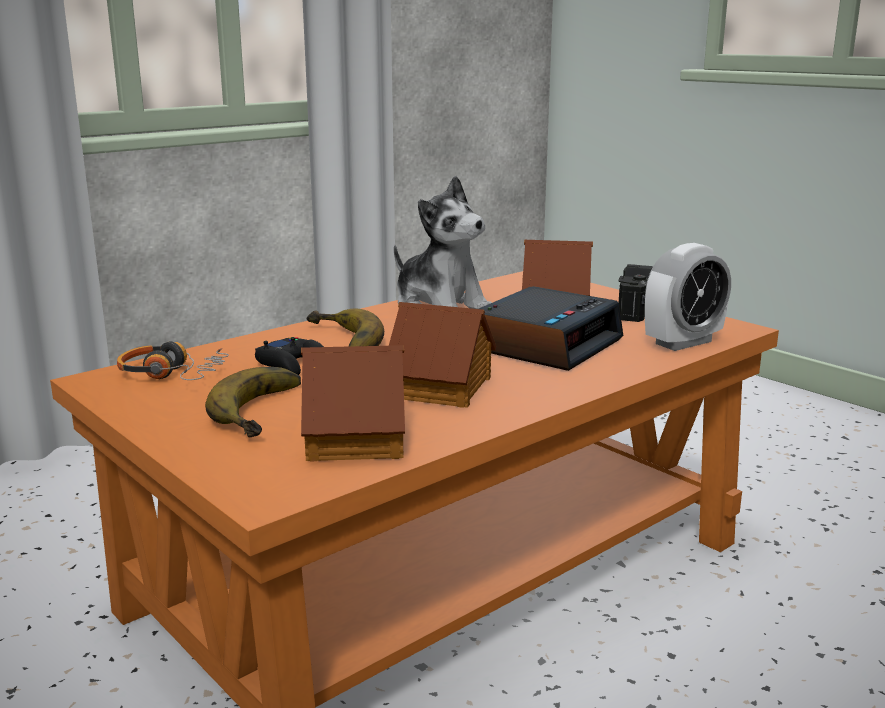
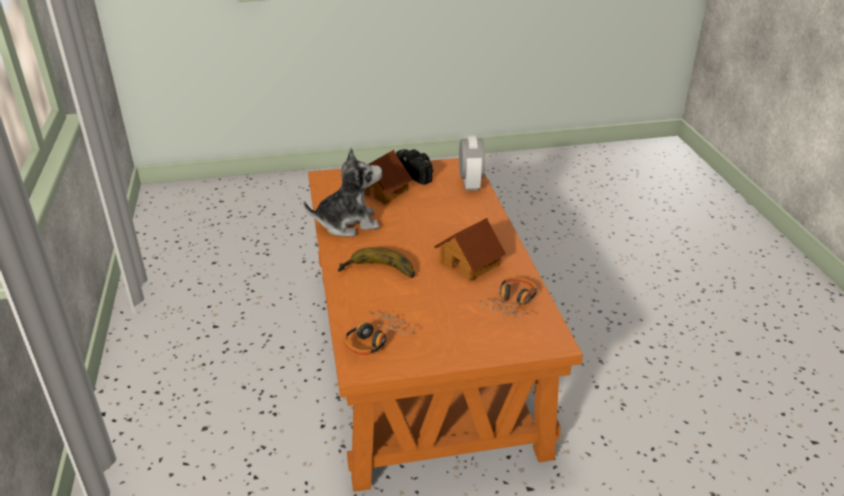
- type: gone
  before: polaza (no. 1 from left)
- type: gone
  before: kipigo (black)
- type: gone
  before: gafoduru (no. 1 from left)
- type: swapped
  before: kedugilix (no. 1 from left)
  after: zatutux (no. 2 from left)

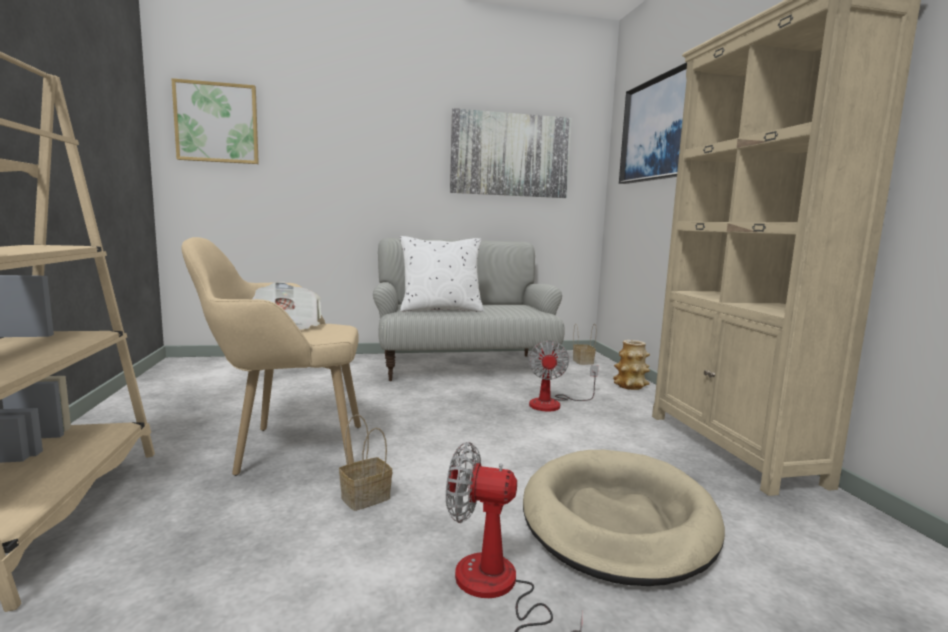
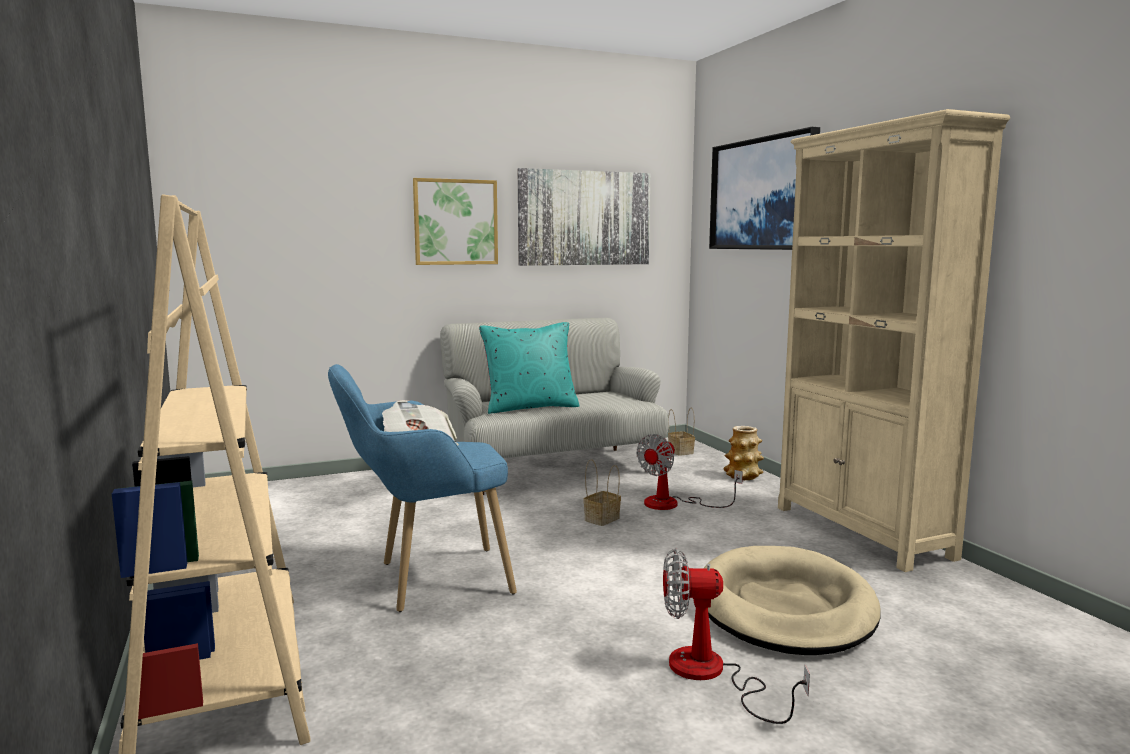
- type: shifted
  before: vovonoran (no. 1 from left)
- type: shifted
  before: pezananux (no. 1 from left)
- type: repainted
  before: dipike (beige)
  after: dipike (blue)
- type: repainted
  before: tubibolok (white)
  after: tubibolok (turquoise)
- type: rotated
  before: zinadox (no. 2 from left in the first image)
  turn: 45

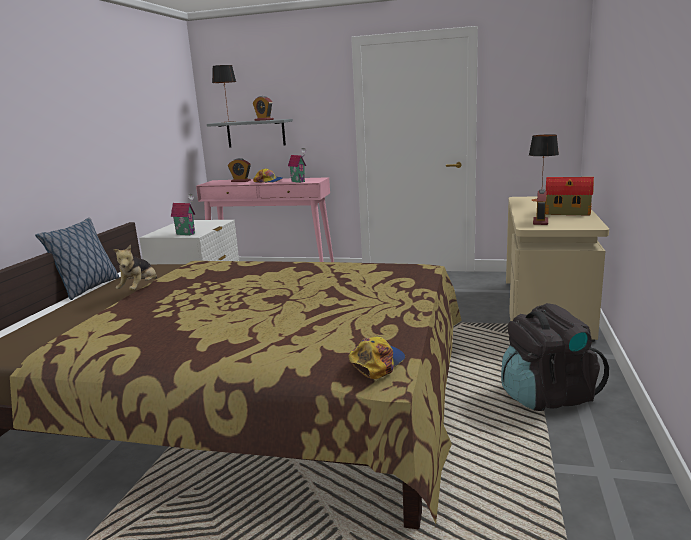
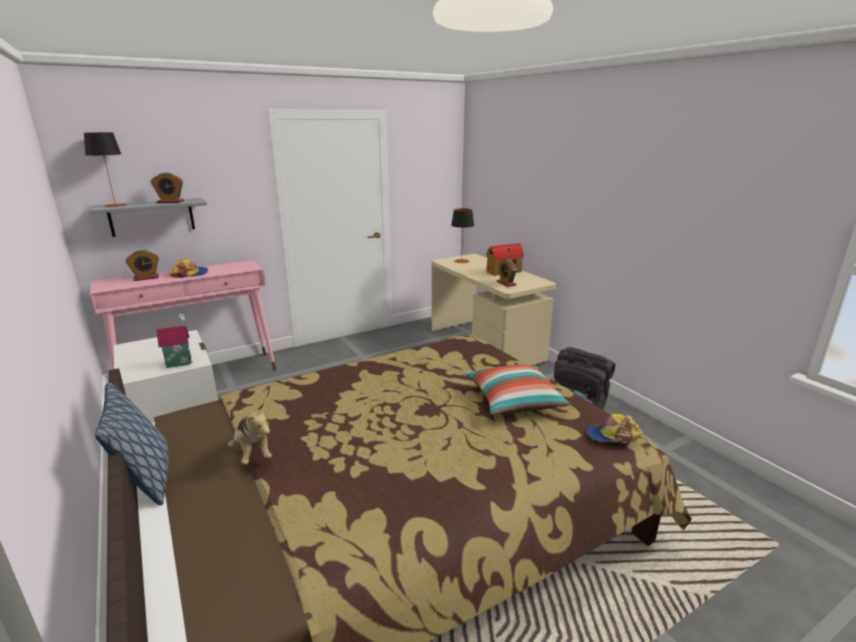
- type: gone
  before: kedugilix (no. 2 from left)
- type: new
  after: tubibolok (no. 2 from left)
- type: rotated
  before: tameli (no. 2 from left)
  turn: -75

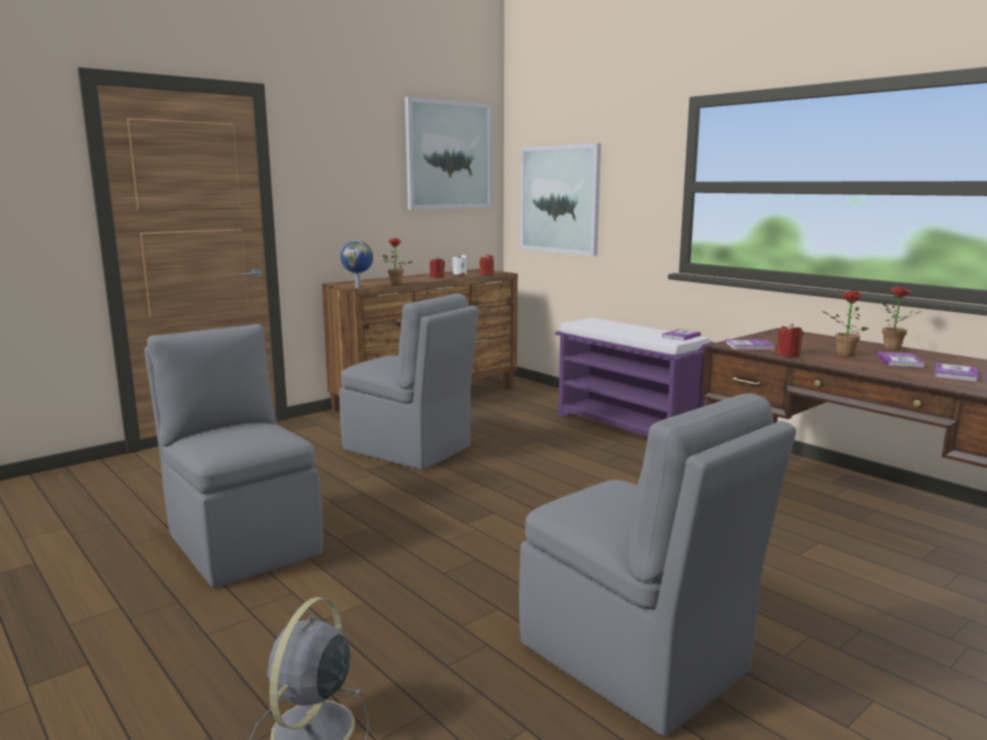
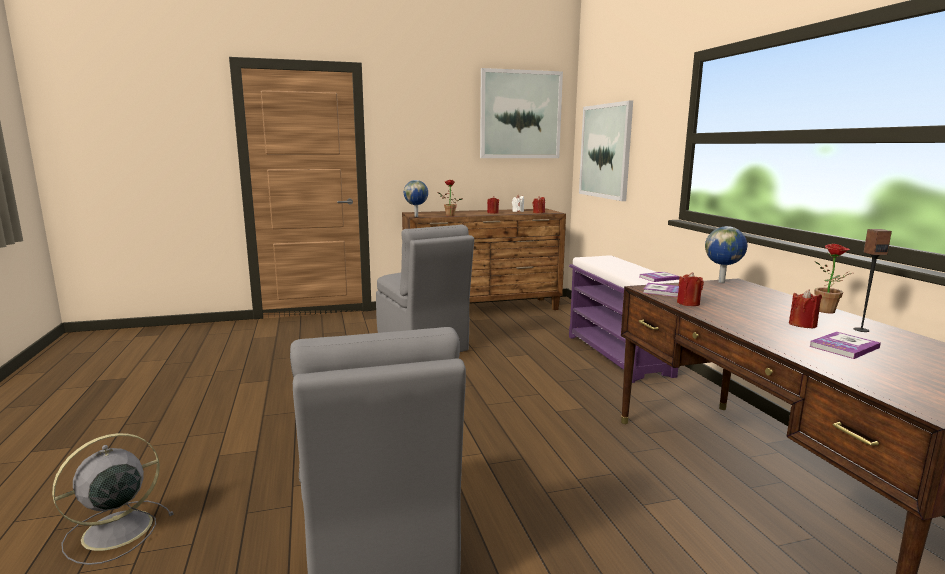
- type: gone
  before: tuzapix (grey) (no. 1 from left)
- type: gone
  before: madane (no. 2 from left)
- type: new
  after: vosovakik (no. 2 from left)
- type: new
  after: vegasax
- type: swapped
  before: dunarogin (no. 3 from left)
  after: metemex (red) (no. 4 from left)

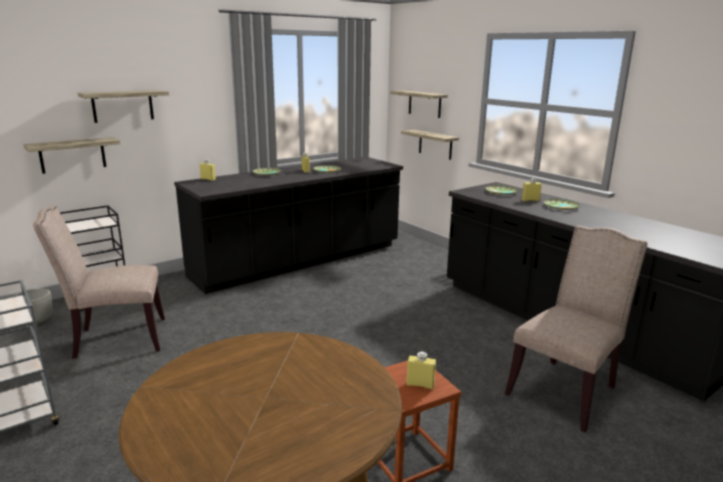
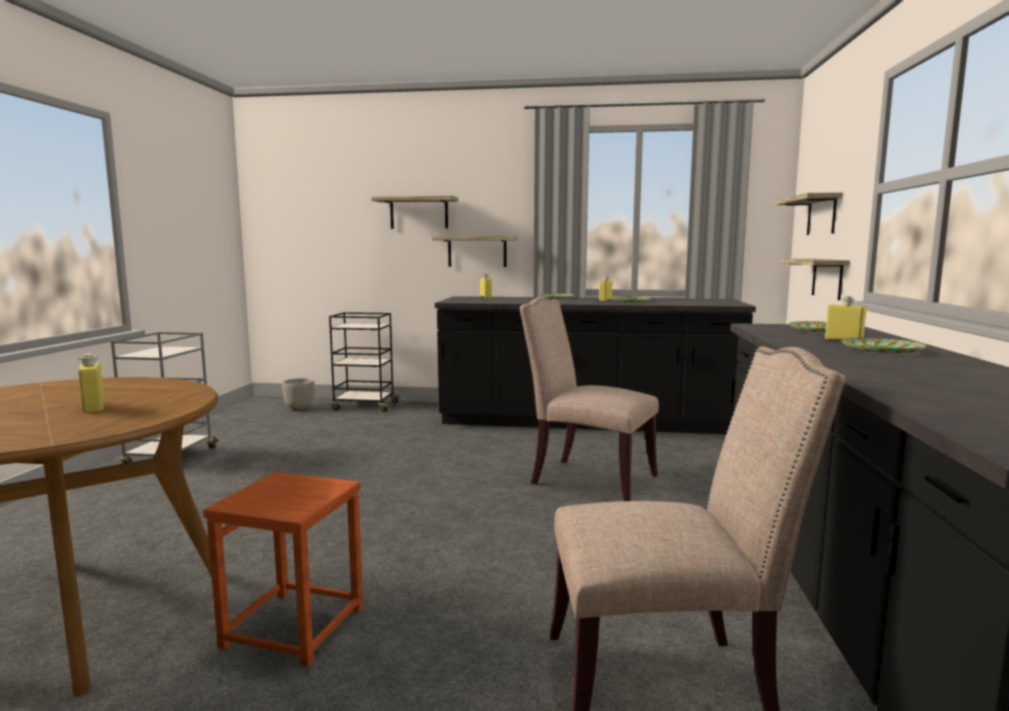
- type: shifted
  before: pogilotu (no. 1 from left in the first image)
  after: pogilotu (no. 2 from left)
- type: shifted
  before: tuzapix (beige) (no. 1 from left)
- type: shifted
  before: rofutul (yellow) (no. 3 from left in the first image)
  after: rofutul (yellow) (no. 1 from left)

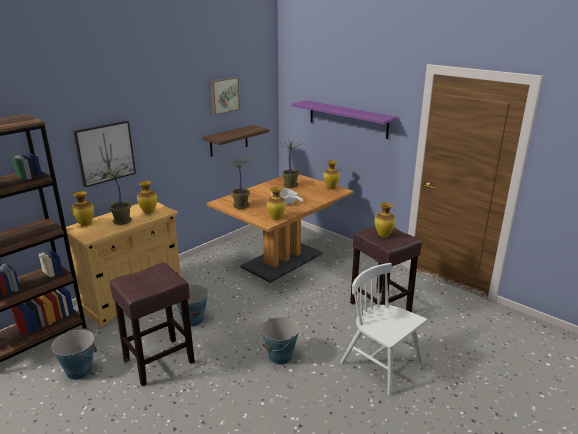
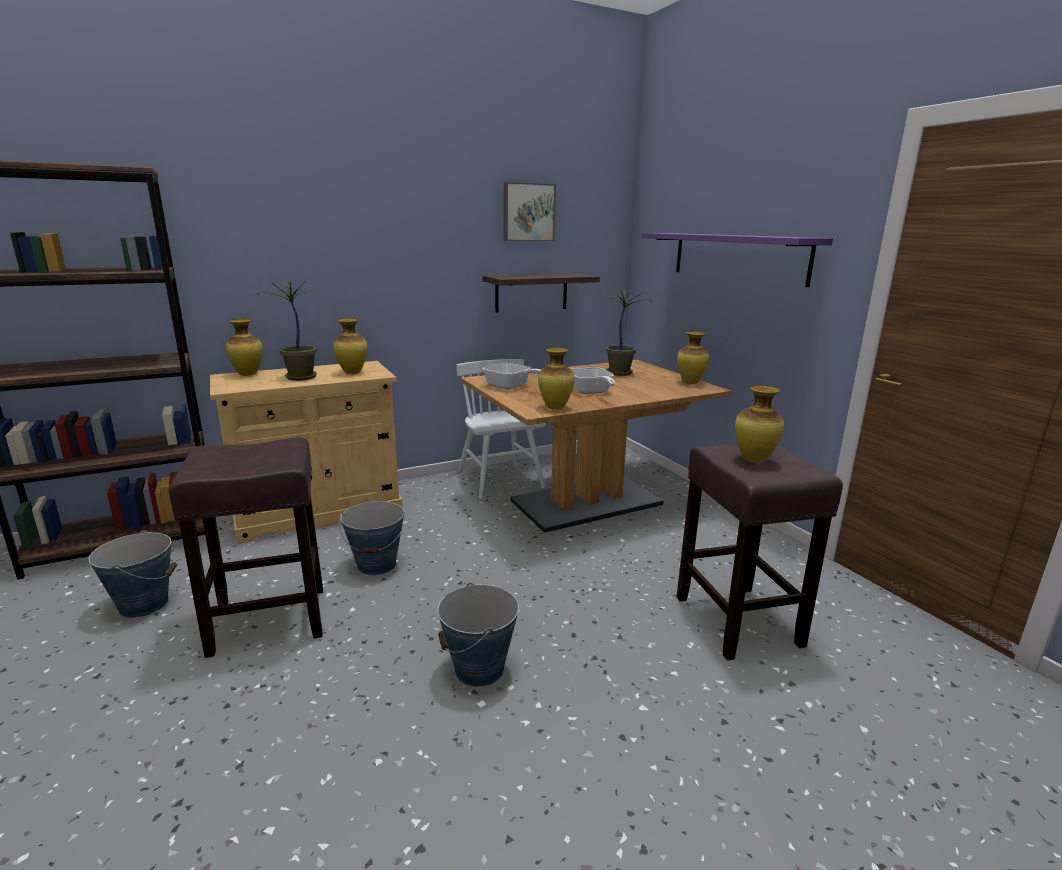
- type: gone
  before: vovonoran (no. 1 from left)
- type: shifted
  before: tuzapix (white)
- type: swapped
  before: madane (no. 2 from left)
  after: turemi (no. 1 from left)

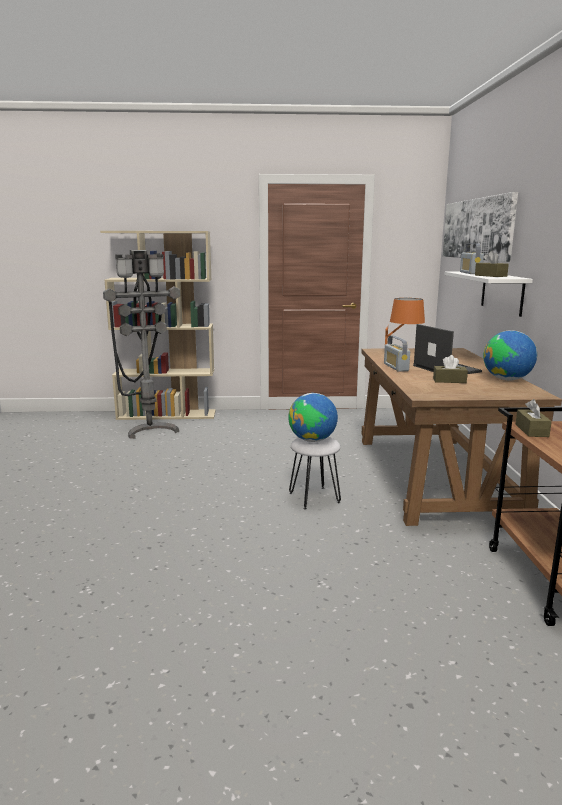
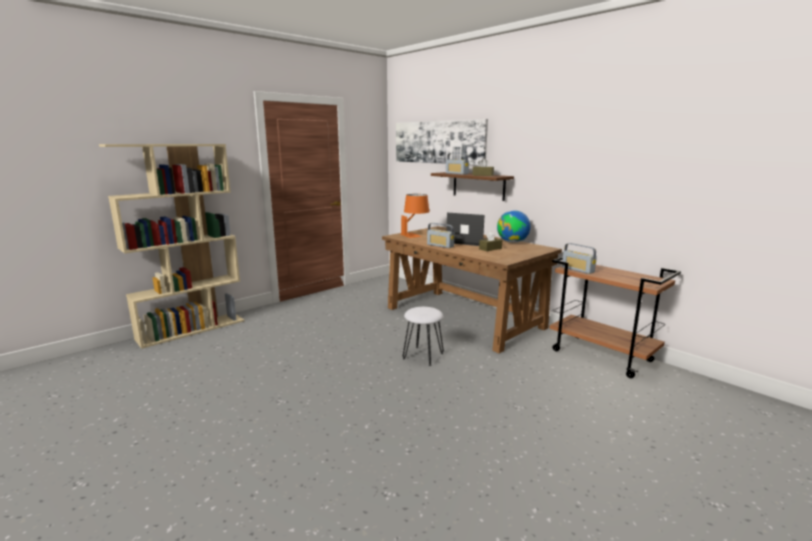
- type: gone
  before: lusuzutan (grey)
- type: gone
  before: vosovakik (no. 1 from left)
- type: swapped
  before: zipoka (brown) (no. 3 from left)
  after: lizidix (no. 3 from left)
- type: repainted
  before: pogilotu (white)
  after: pogilotu (brown)

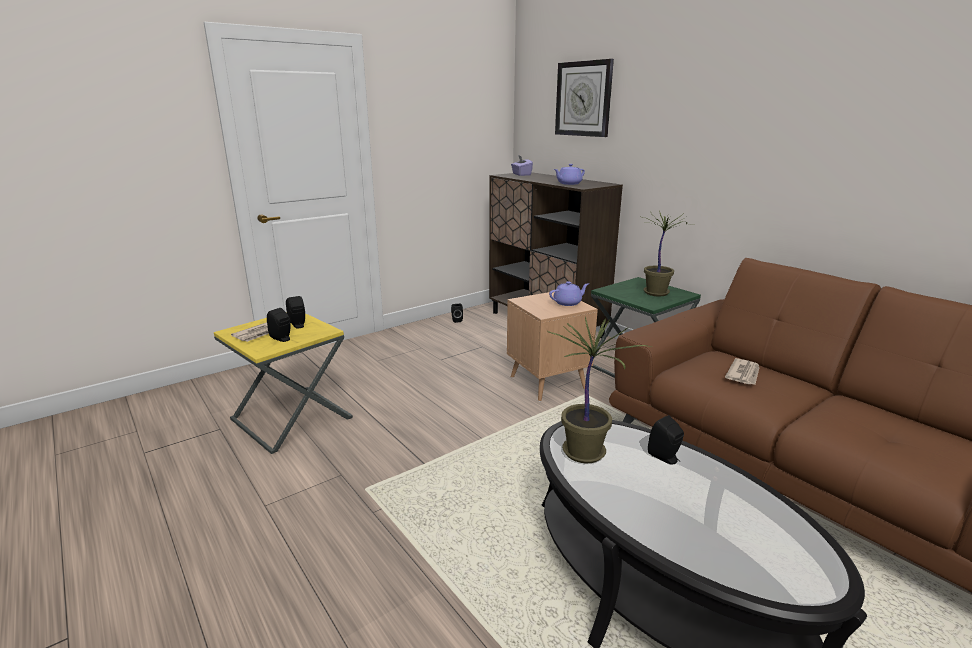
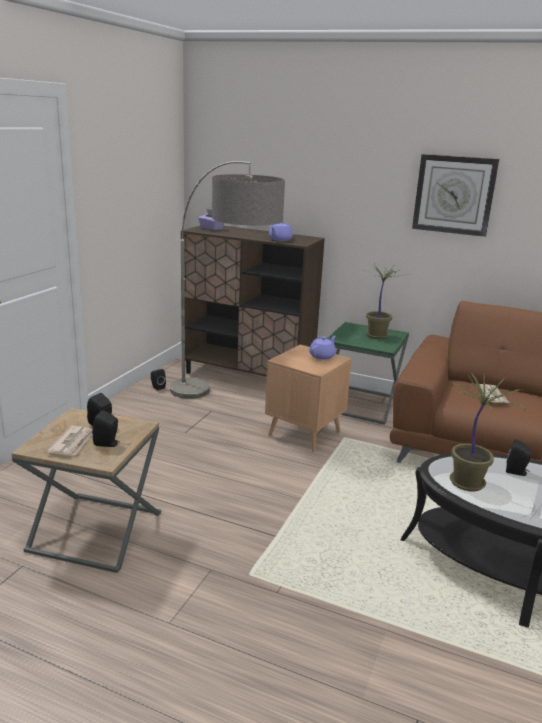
- type: new
  after: lusuzutan
- type: shifted
  before: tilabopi
- type: repainted
  before: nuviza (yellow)
  after: nuviza (brown) (no. 1 from left)

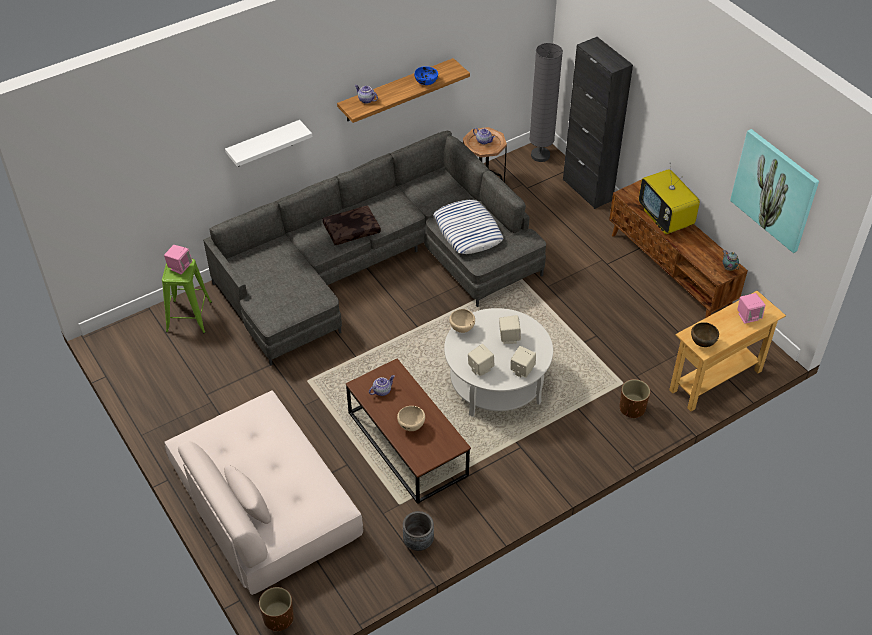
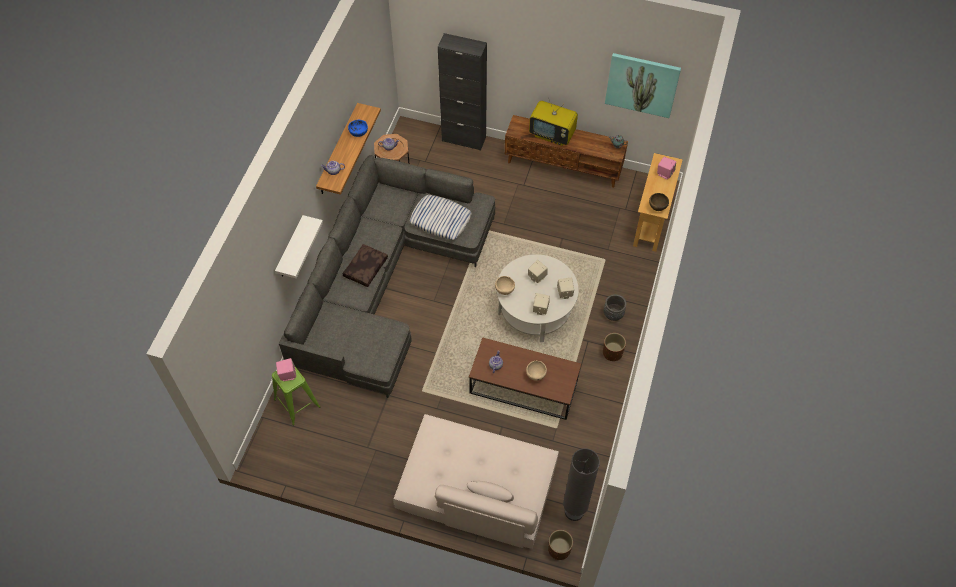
- type: shifted
  before: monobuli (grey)
- type: shifted
  before: lusuzutan (grey)
- type: shifted
  before: monobuli (brown) (no. 2 from left)

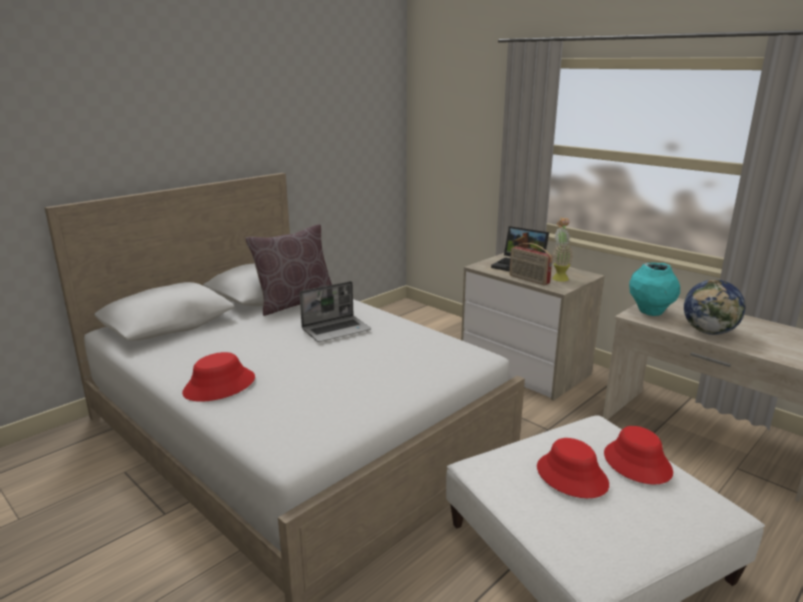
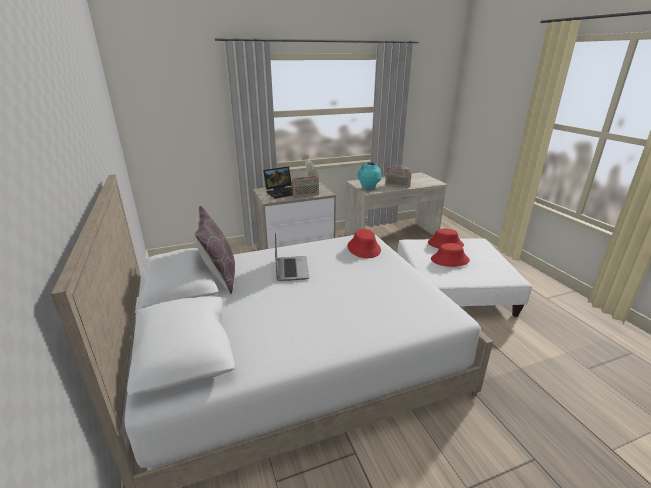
- type: shifted
  before: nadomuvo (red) (no. 1 from left)
- type: swapped
  before: vosovakik
  after: lizidix (no. 2 from left)

